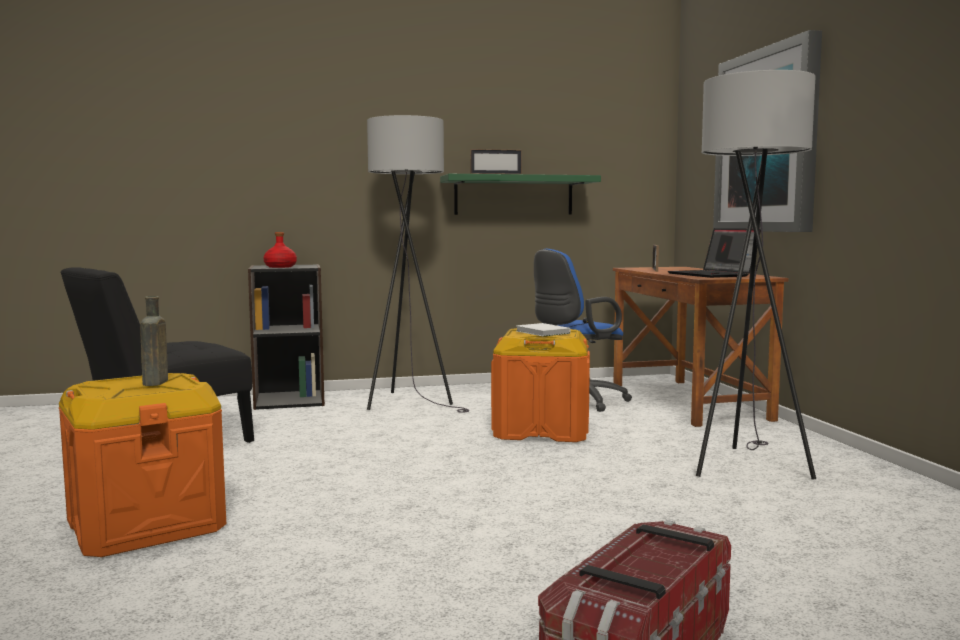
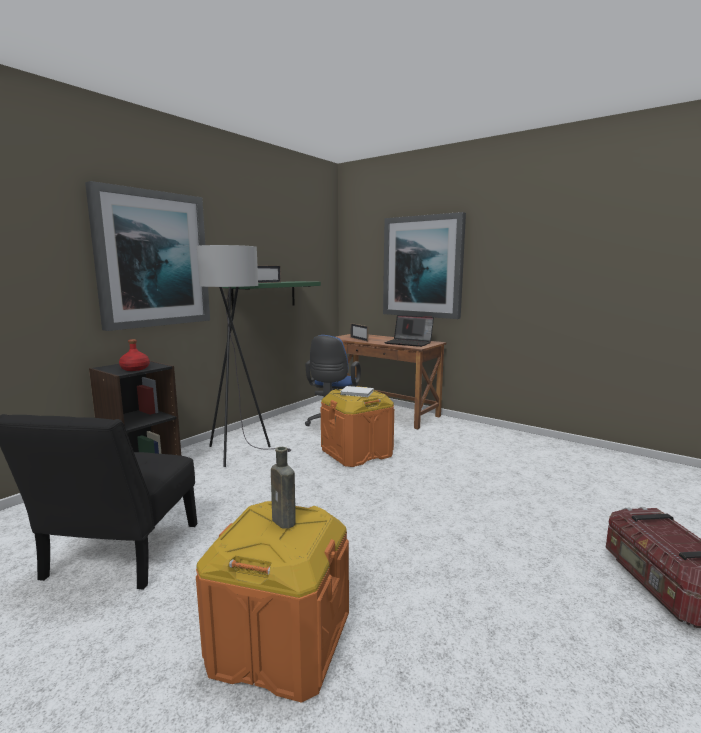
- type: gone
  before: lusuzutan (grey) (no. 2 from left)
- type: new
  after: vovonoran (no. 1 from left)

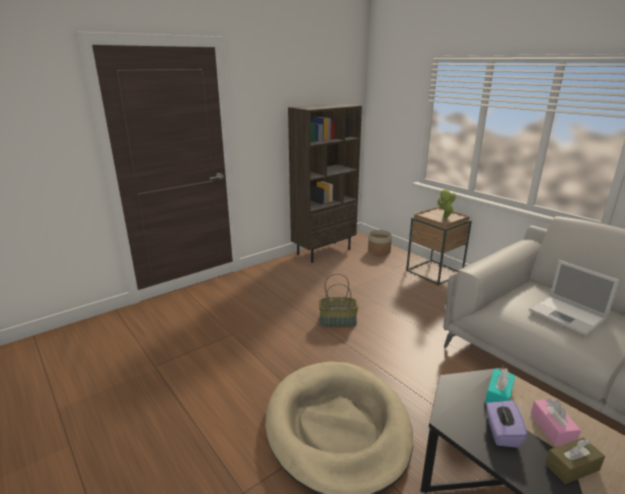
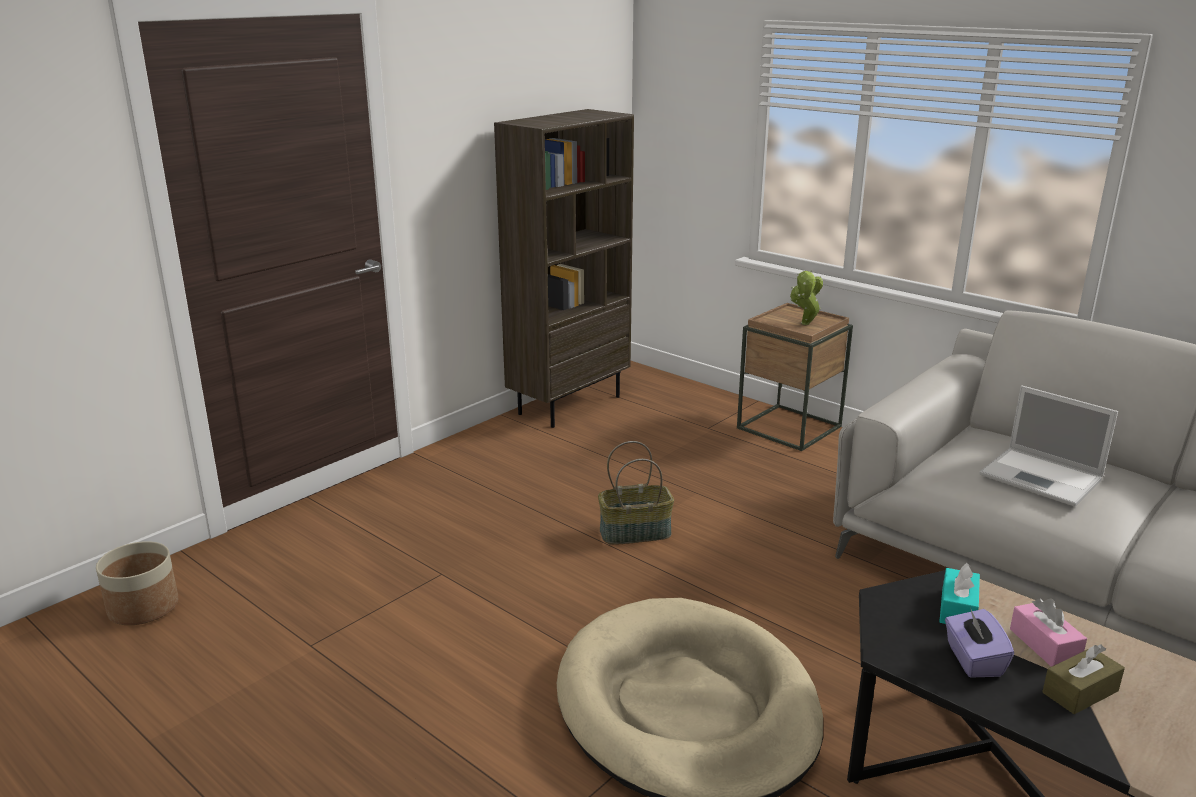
- type: shifted
  before: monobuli

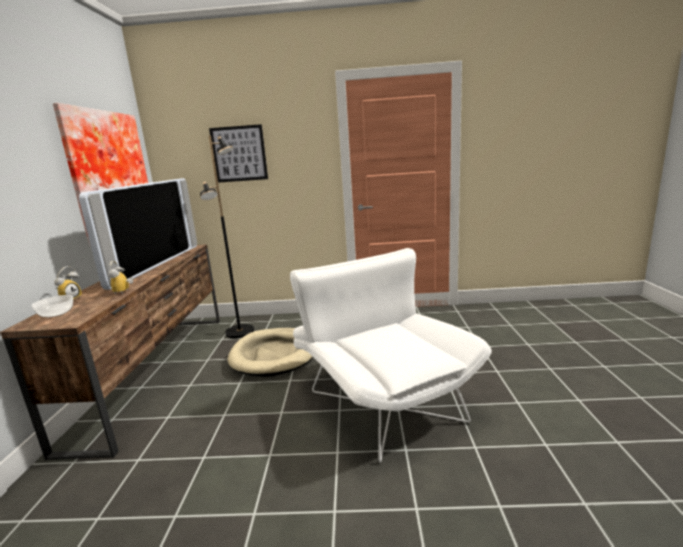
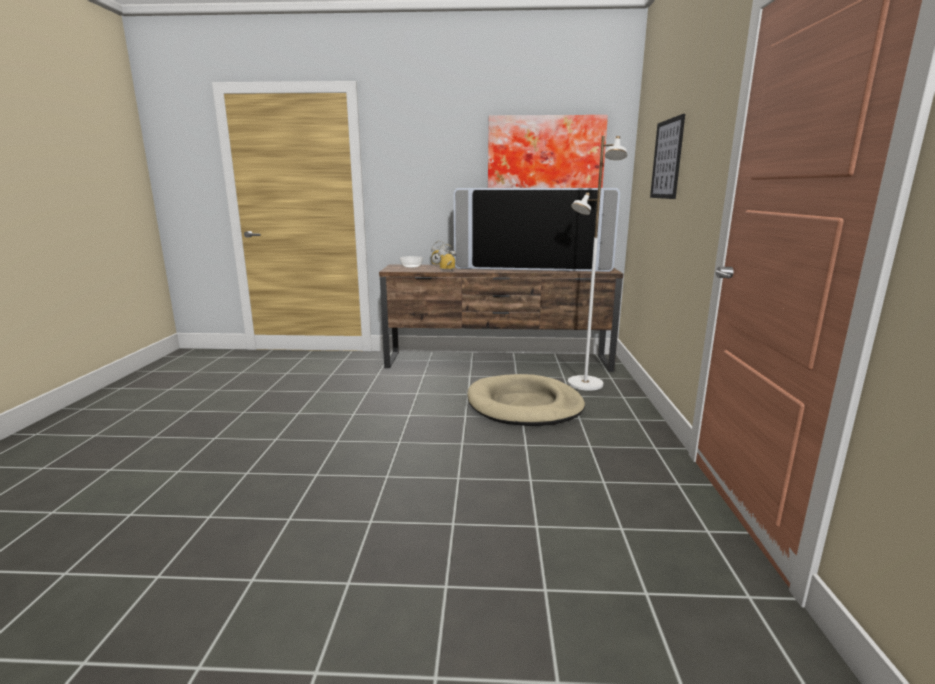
- type: gone
  before: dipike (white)
- type: repainted
  before: lusuzutan (black)
  after: lusuzutan (white)

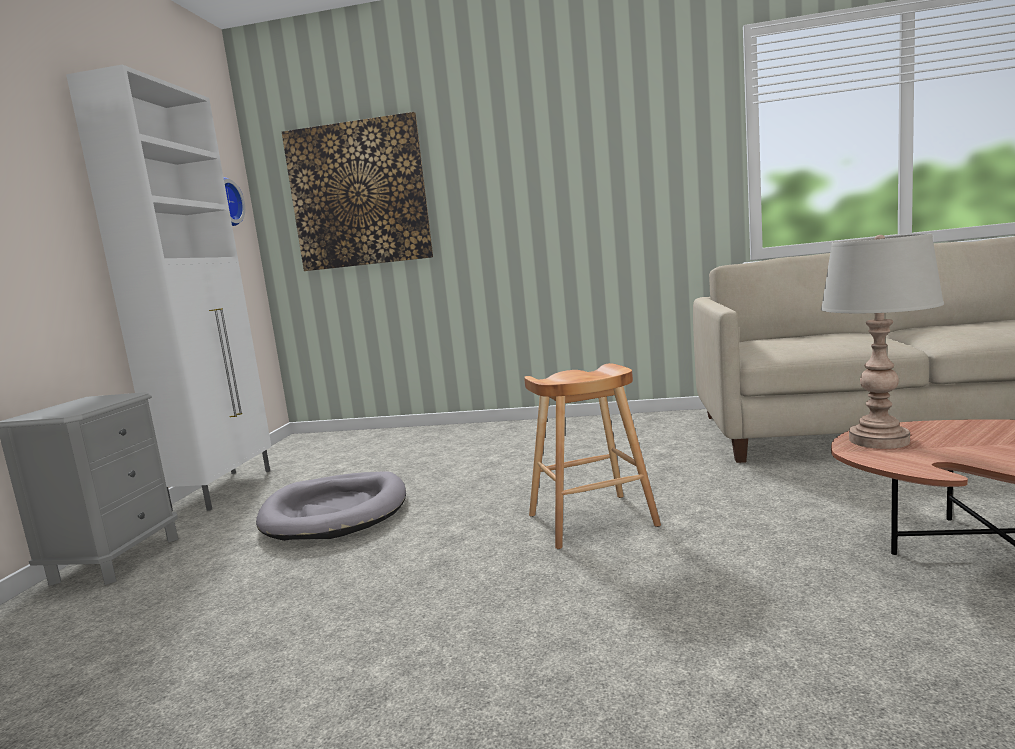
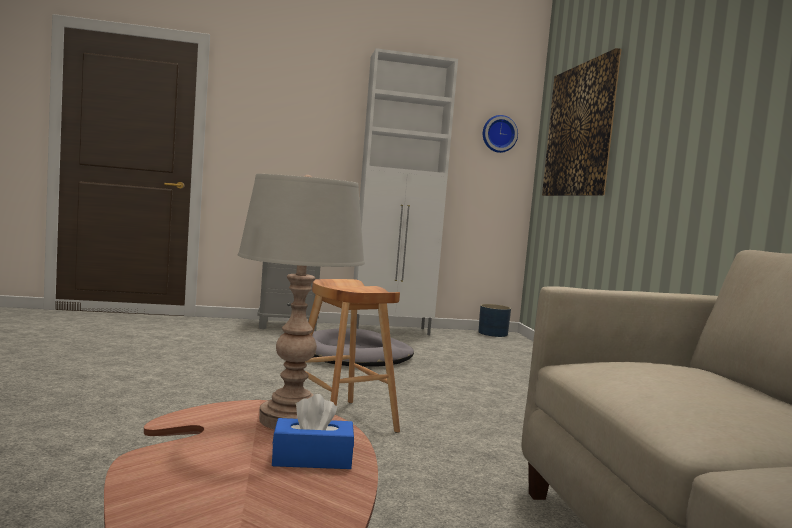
- type: new
  after: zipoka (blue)
- type: new
  after: monobuli (blue)

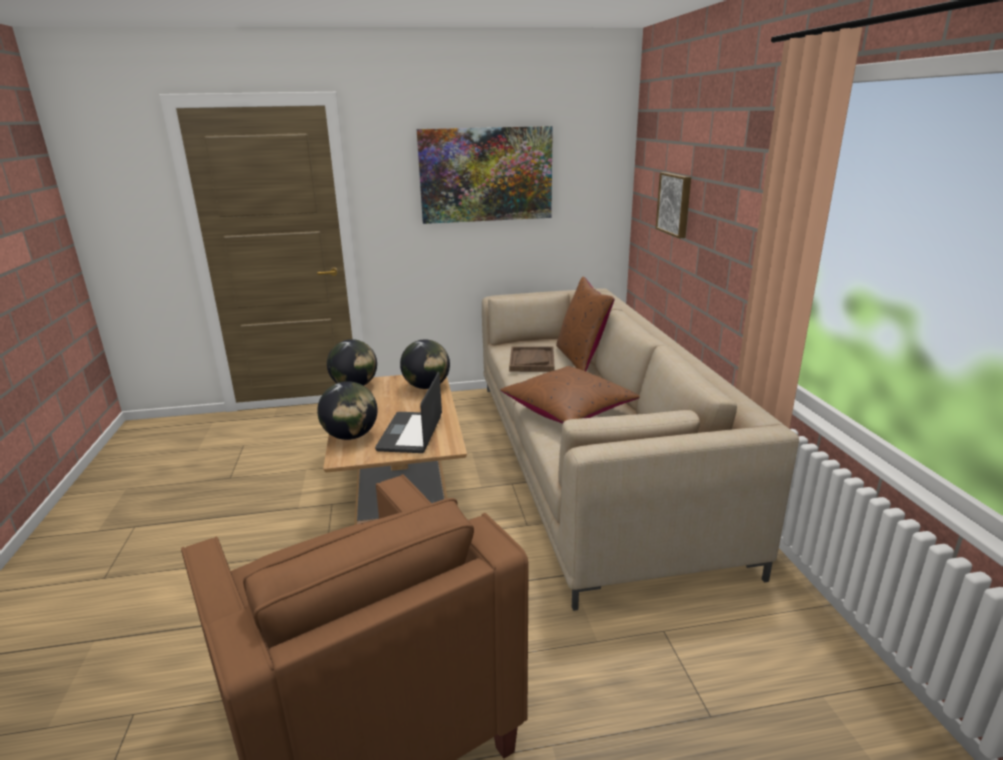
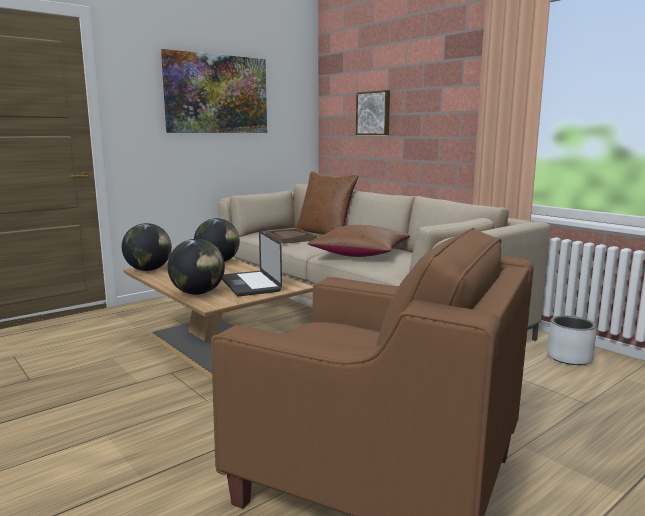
- type: new
  after: monobuli (grey)

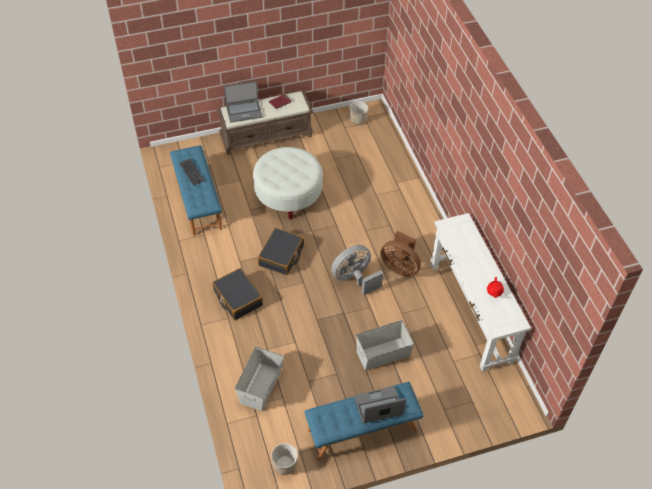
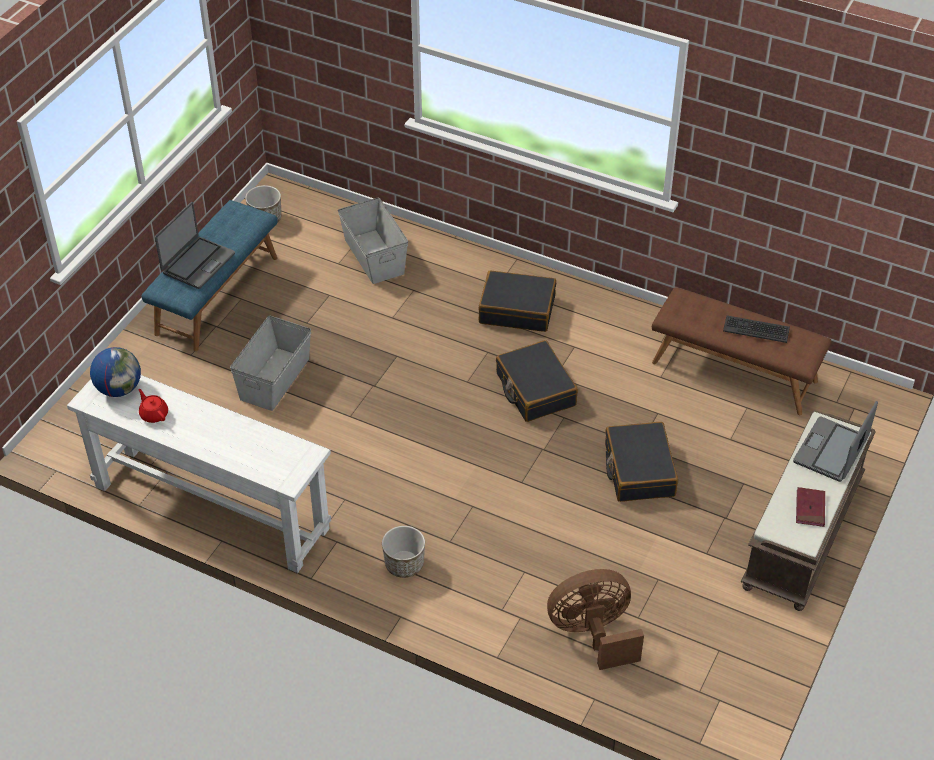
- type: gone
  before: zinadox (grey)
- type: new
  after: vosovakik
- type: shifted
  before: monobuli (no. 2 from left)
- type: shifted
  before: zinadox (brown)
- type: swapped
  before: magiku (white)
  after: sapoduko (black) (no. 3 from left)
- type: repainted
  before: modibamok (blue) (no. 1 from left)
  after: modibamok (brown) (no. 1 from left)

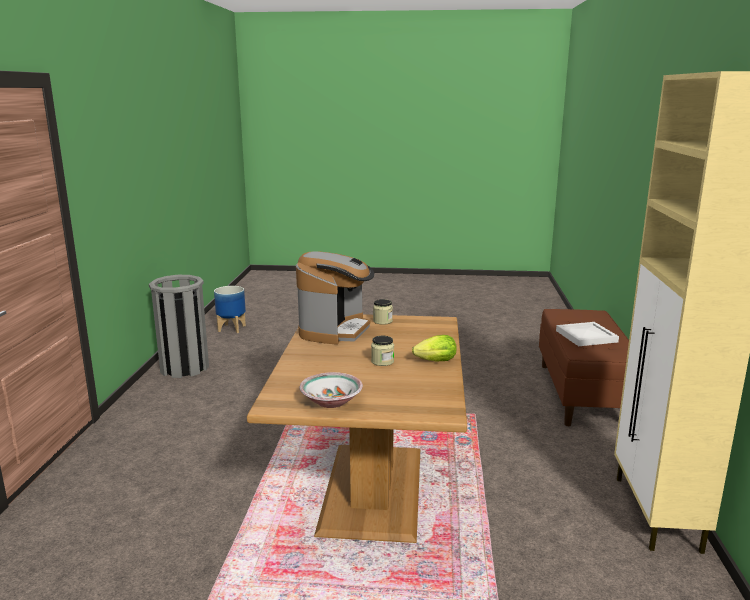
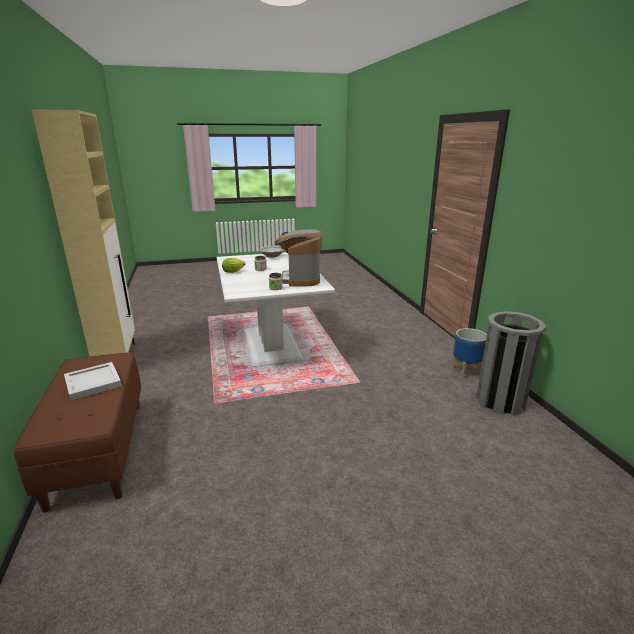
- type: shifted
  before: monobuli
- type: repainted
  before: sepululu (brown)
  after: sepululu (white)

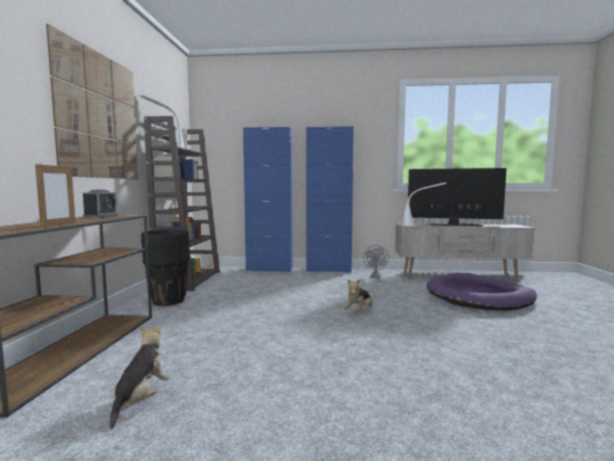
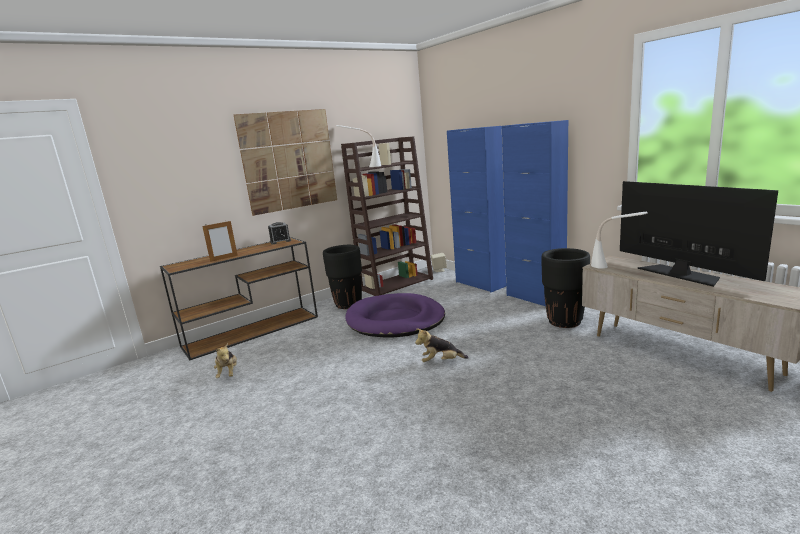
- type: shifted
  before: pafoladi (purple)
- type: swapped
  before: zinadox (grey)
  after: monobuli (black) (no. 2 from left)
- type: rotated
  before: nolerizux (no. 1 from left)
  turn: 105

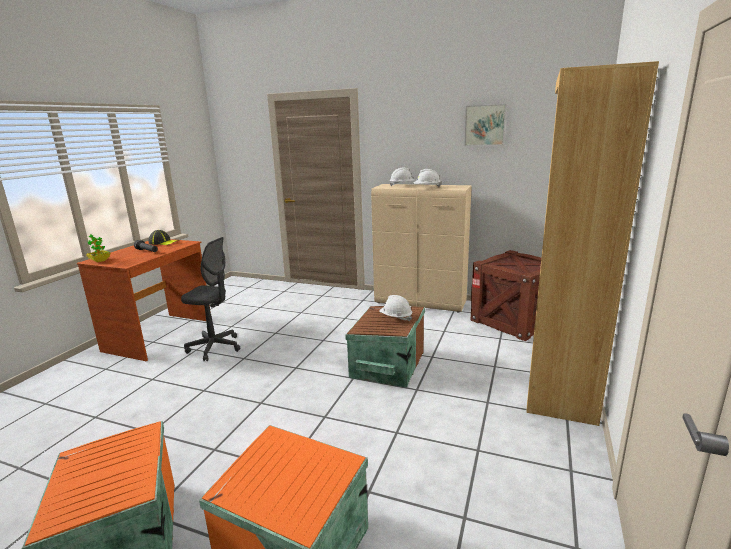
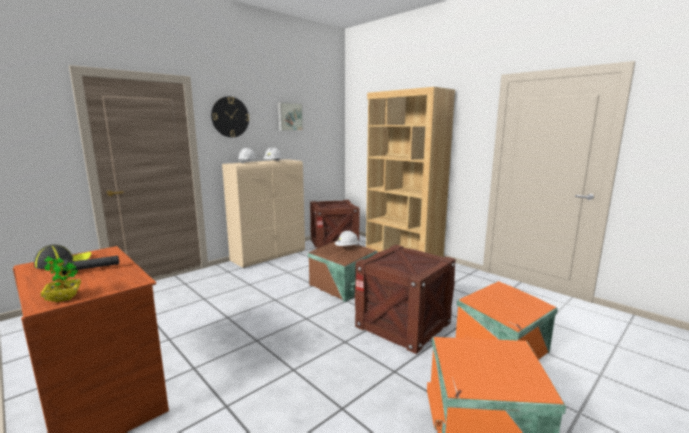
- type: gone
  before: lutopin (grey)
- type: new
  after: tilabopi
- type: new
  after: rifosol (no. 2 from left)

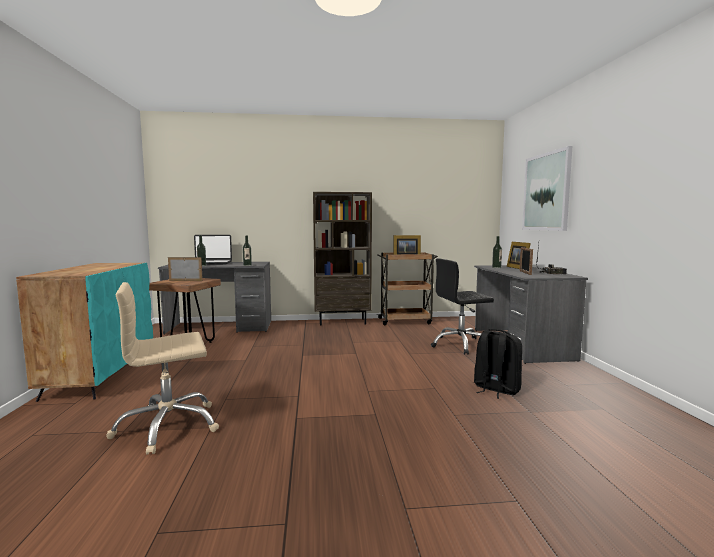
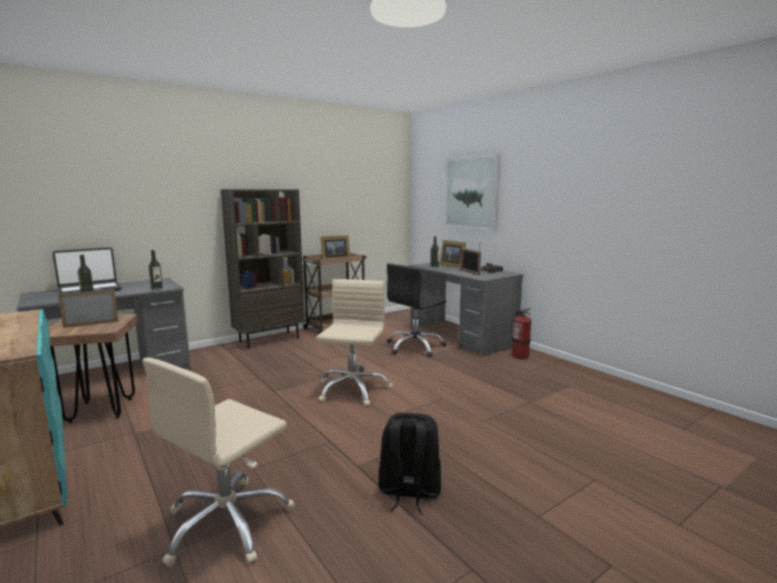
- type: new
  after: lutopin (beige) (no. 2 from left)
- type: new
  after: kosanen
- type: shifted
  before: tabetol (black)

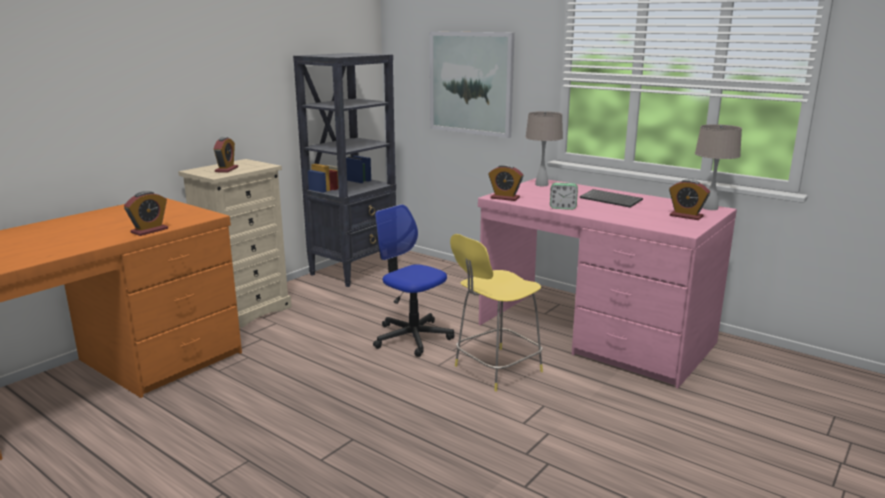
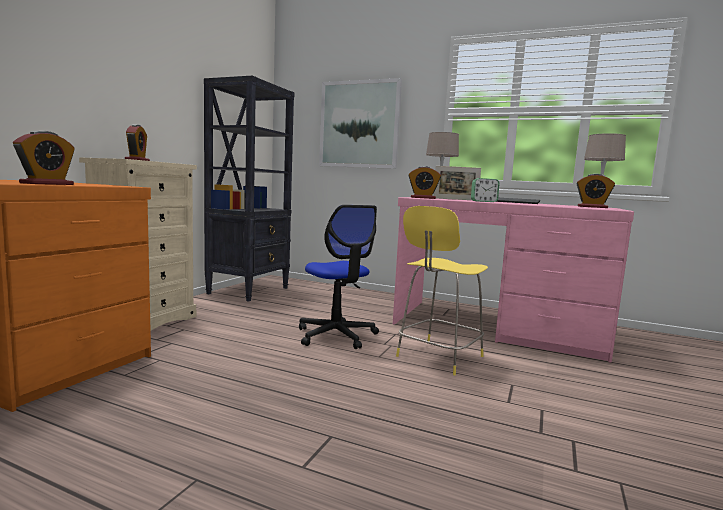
- type: new
  after: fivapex
- type: rotated
  before: lutopin
  turn: -150

